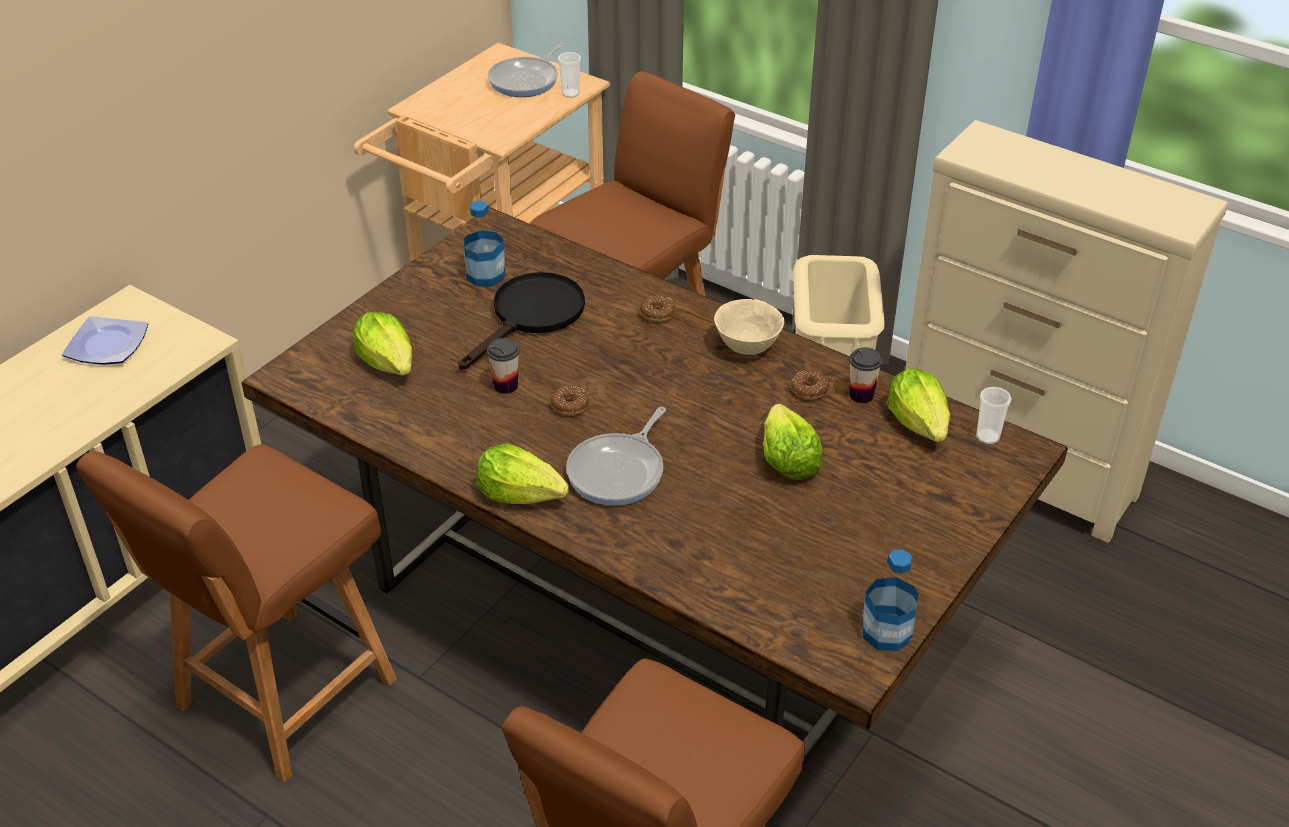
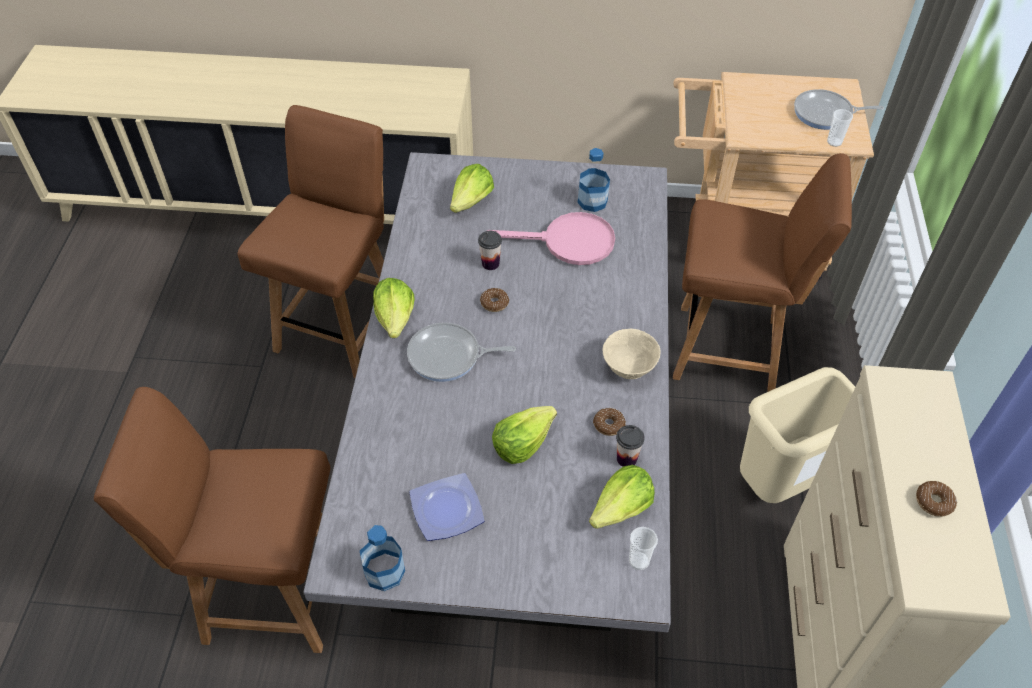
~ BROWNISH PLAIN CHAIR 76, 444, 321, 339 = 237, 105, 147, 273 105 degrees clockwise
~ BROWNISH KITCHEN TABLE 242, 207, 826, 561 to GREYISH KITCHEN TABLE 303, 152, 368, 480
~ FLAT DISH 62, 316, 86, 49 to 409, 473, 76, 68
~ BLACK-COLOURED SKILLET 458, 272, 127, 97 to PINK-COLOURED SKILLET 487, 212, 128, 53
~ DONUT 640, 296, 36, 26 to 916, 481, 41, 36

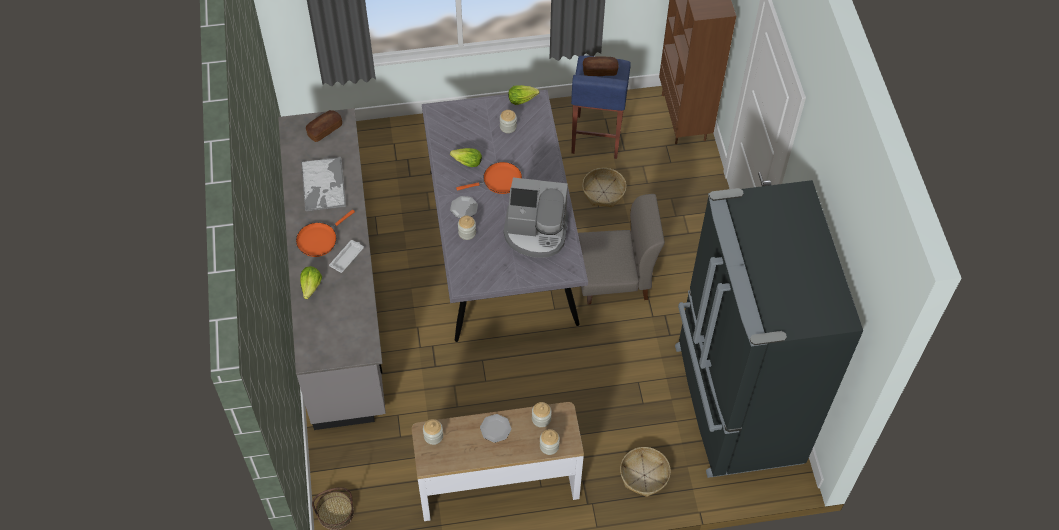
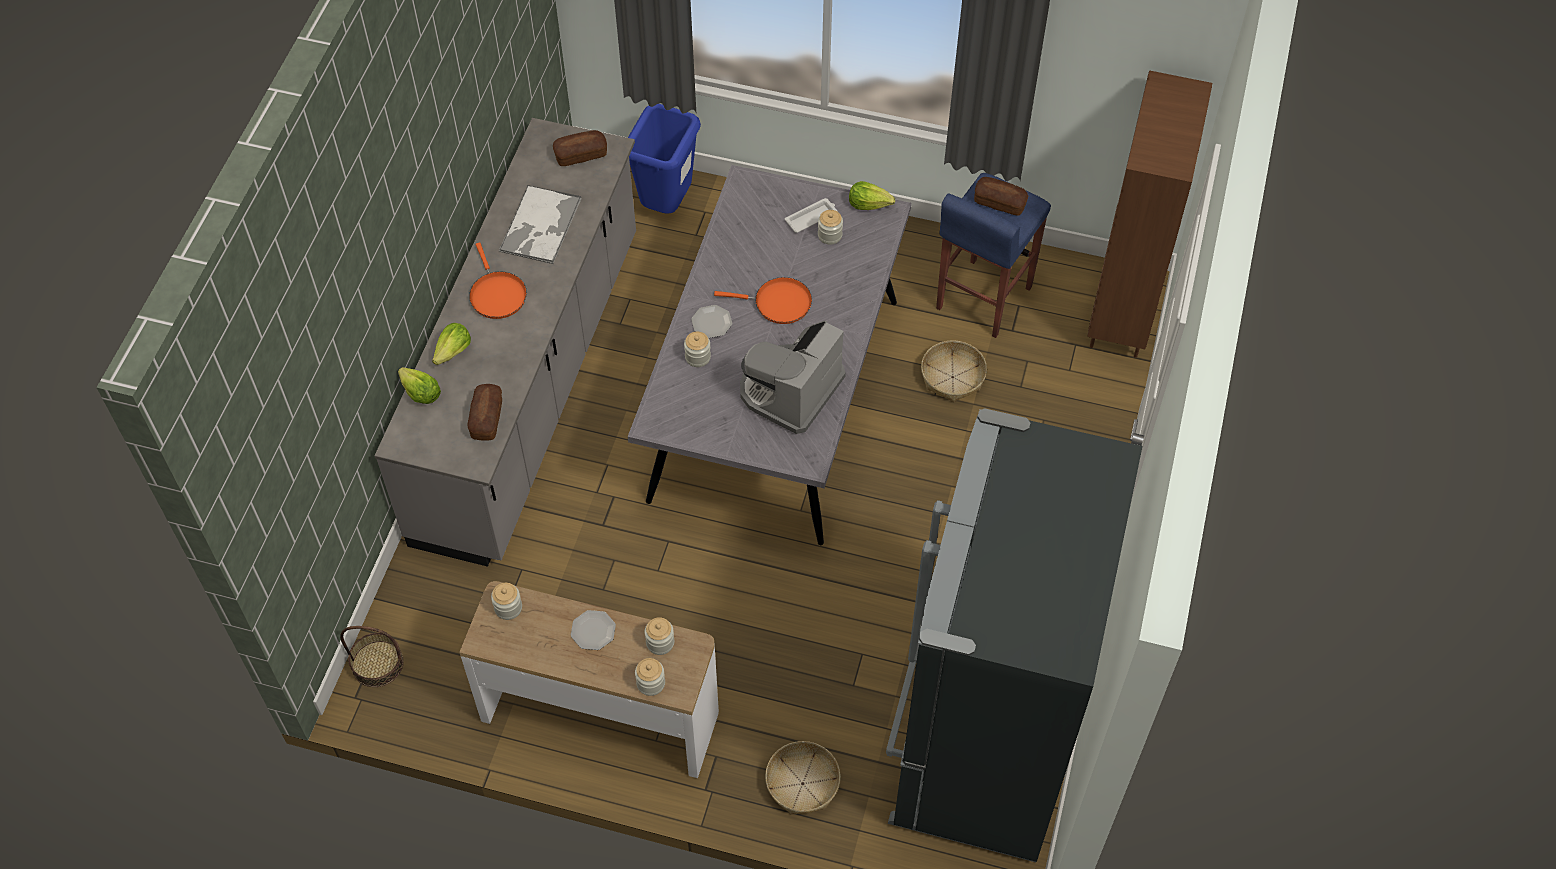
~ LETTUCE 450, 148, 32, 19 to 398, 367, 43, 37
+ BREAD 468, 384, 34, 57
~ ORANGEY SKILLET 296, 210, 59, 47 = 469, 242, 58, 77 90 degrees counterclockwise
+ BLUE RUBBISH BIN 628, 104, 73, 110
~ COFFEE BREWER 504, 178, 65, 80 = 740, 320, 106, 114 90 degrees clockwise
~ WHITE-COLOURED SERVING TRAY 329, 240, 35, 33 to 785, 198, 53, 35
- GREYISH PLAIN CHAIR 578, 194, 87, 111

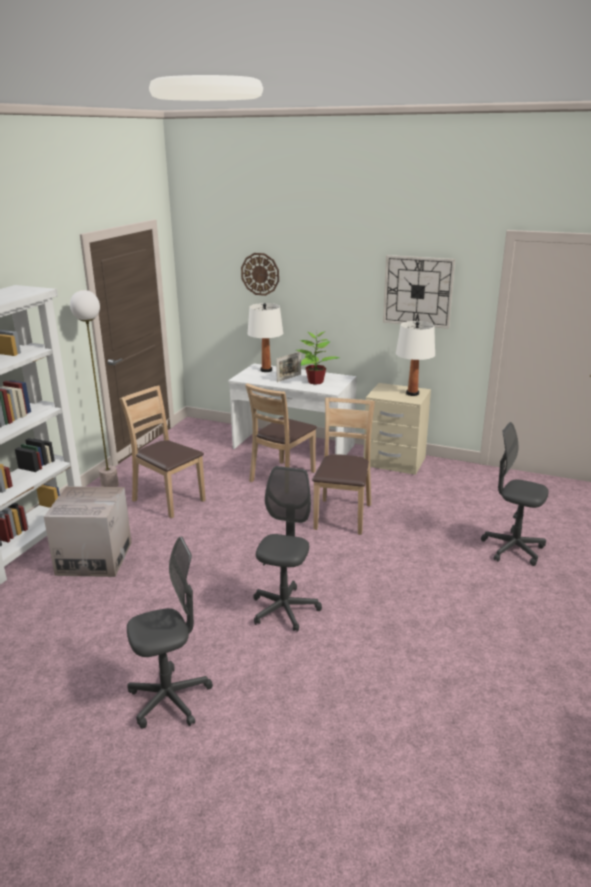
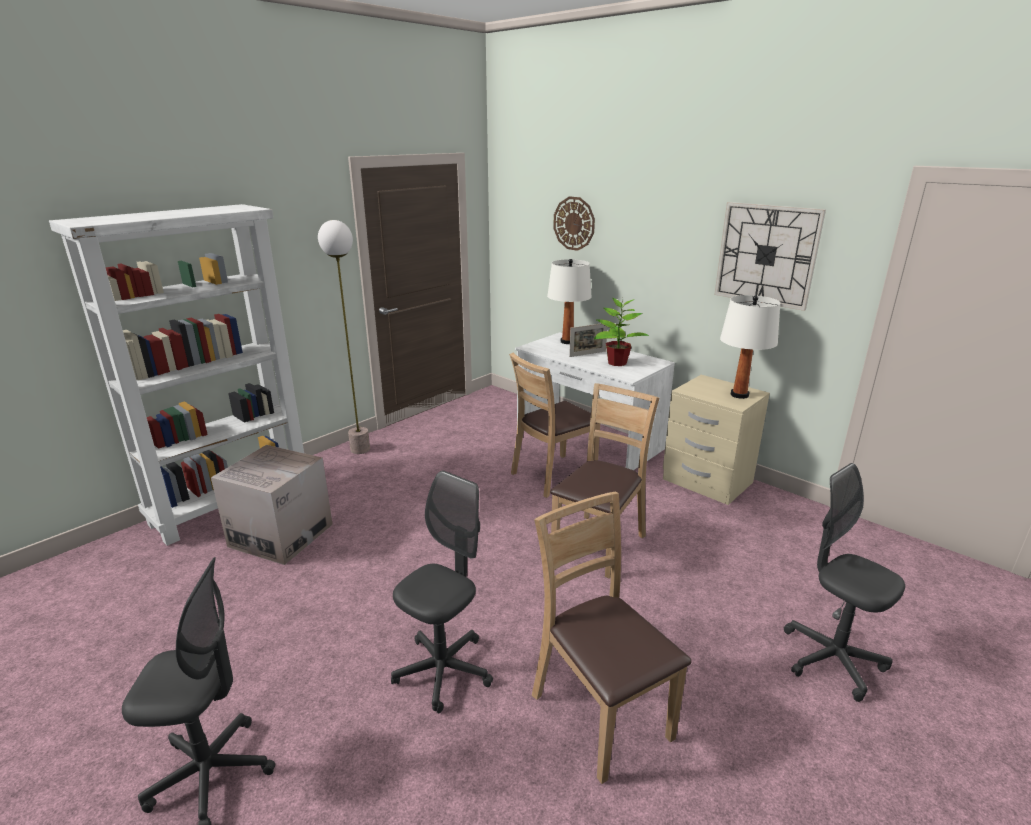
~ BROWNISH PLAIN CHAIR 120, 386, 86, 133 to 532, 492, 160, 292

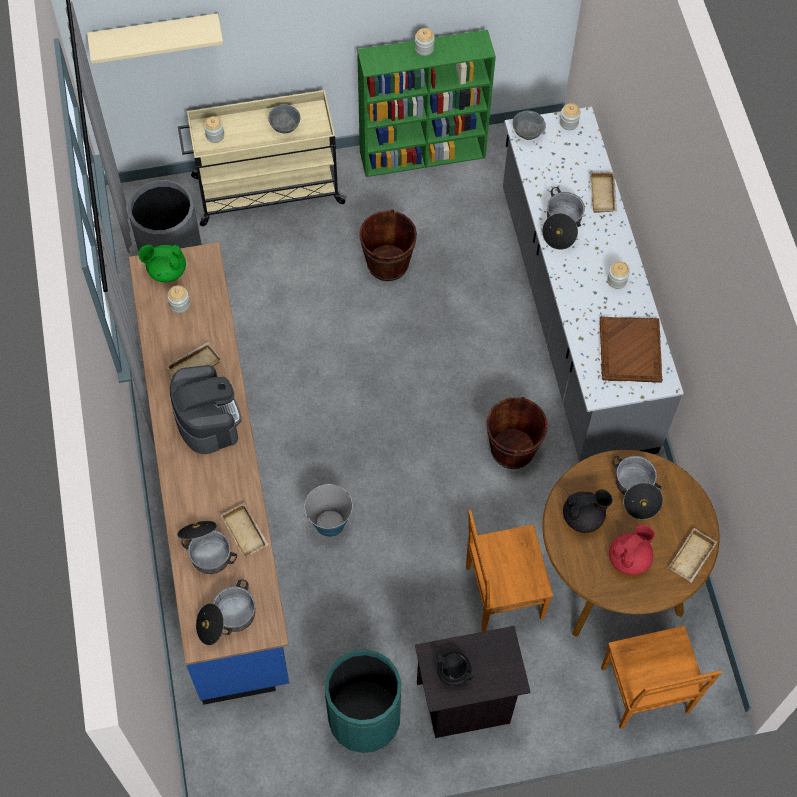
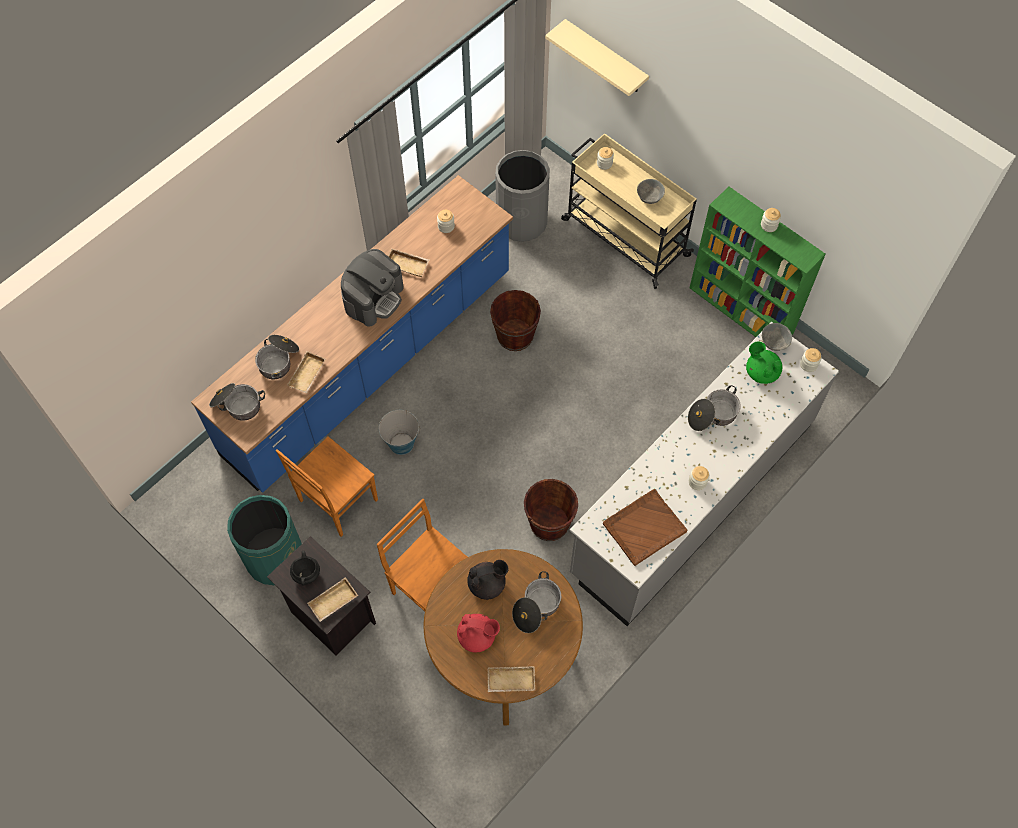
~ BROWNISH PLAIN CHAIR 601, 626, 121, 103 to 276, 436, 102, 101
~ SAND-COLOURED SERVING TRAY 590, 172, 27, 41 to 307, 577, 51, 45
~ BLACK-COLOURED TEA POT 563, 489, 49, 44 = 467, 560, 42, 40 60 degrees counterclockwise
~ BROWNISH WATER BUCKET 359, 209, 58, 72 to 490, 290, 51, 61
~ GREEN TEA POT 138, 245, 48, 37 to 746, 341, 36, 43

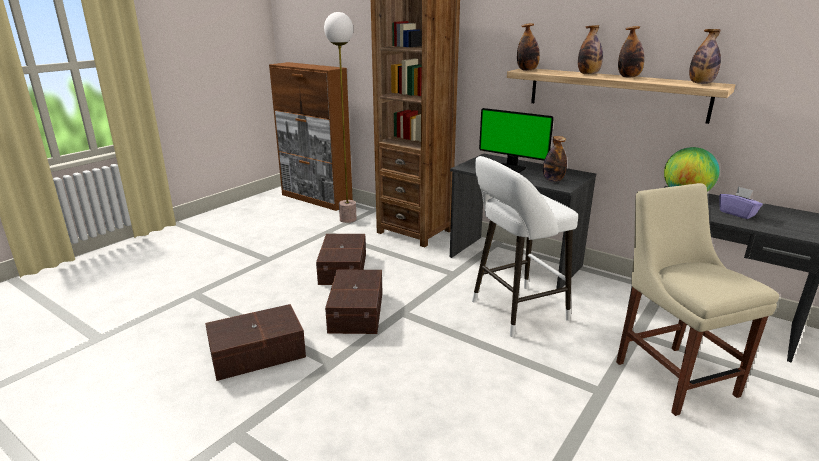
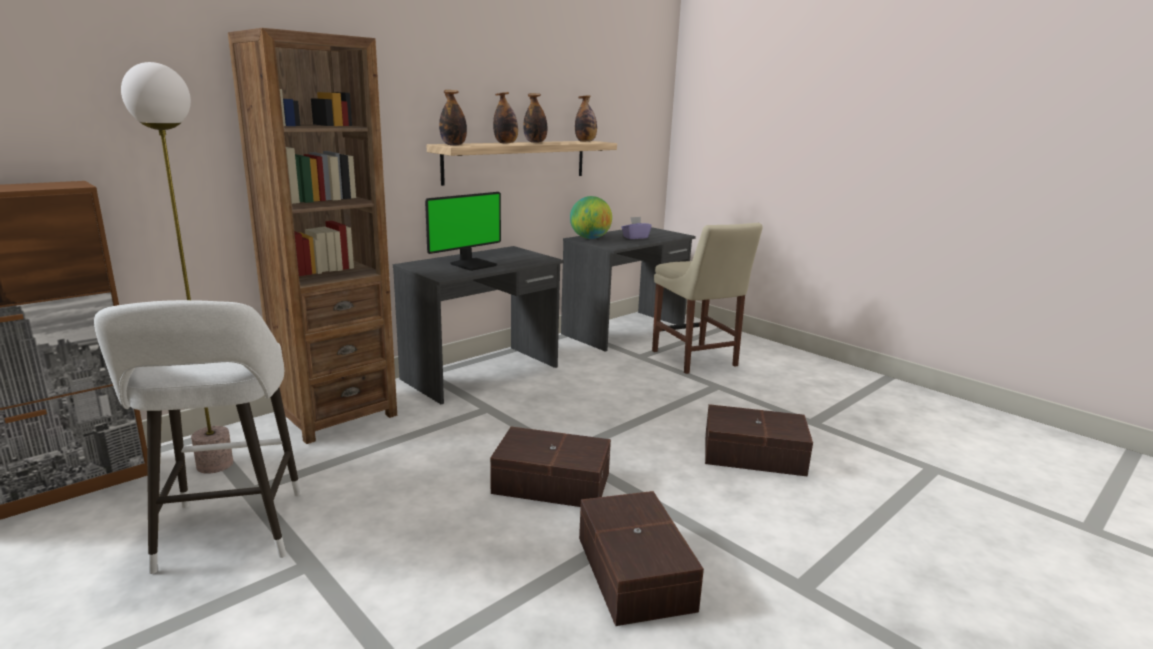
~ WHITE-COLOURED STOOL SEAT 472, 156, 106, 181 to 94, 300, 207, 274
~ SAND-COLOURED PLAIN CHAIR 616, 183, 163, 233 = 652, 223, 111, 151 105 degrees counterclockwise
~ BROWNISH STORAGE BOX 316, 234, 50, 51 to 705, 404, 108, 73
- BEVERAGE BOTTLE 543, 136, 24, 46

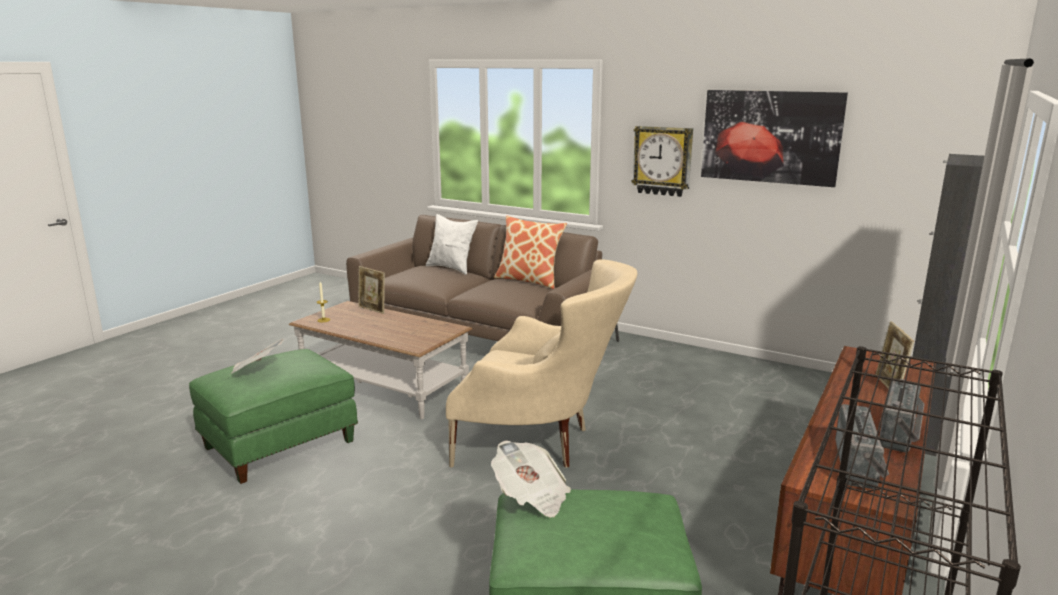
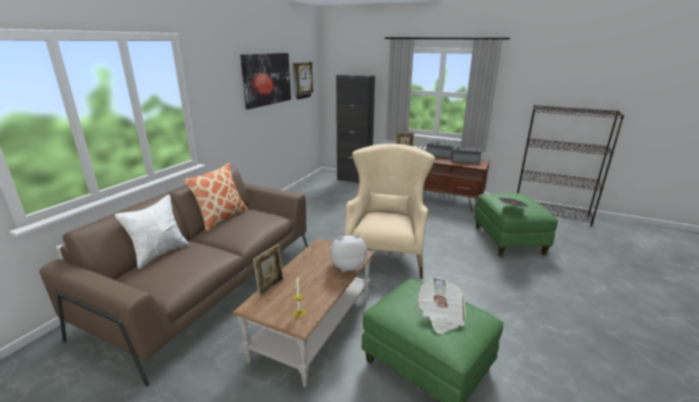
~ HANGING CLOCK 631, 126, 62, 71 to 293, 62, 21, 38
+ SOFT TOY 330, 235, 37, 37

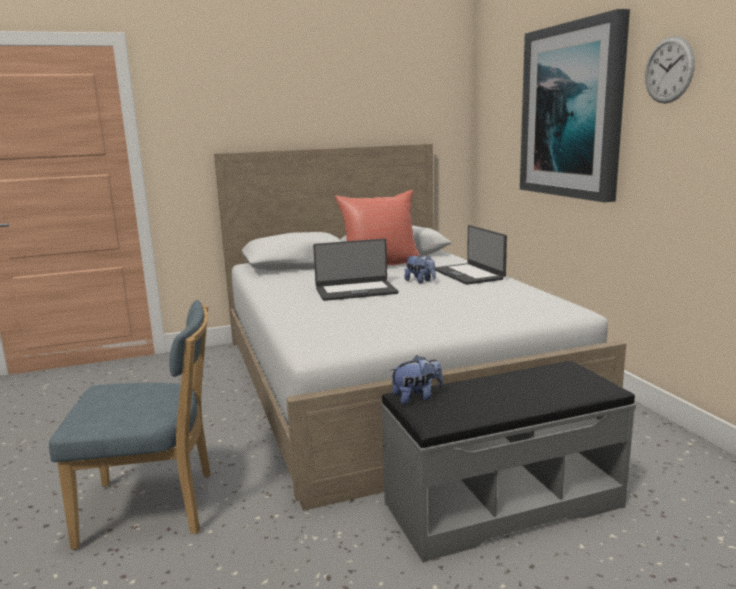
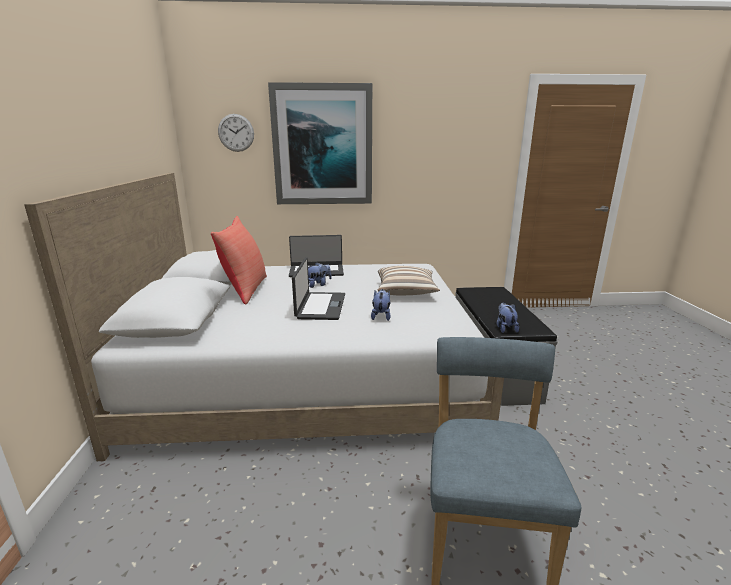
~ HANGING CLOCK 645, 36, 50, 68 to 218, 114, 36, 38
+ SOFT TOY 371, 289, 20, 32
+ CUSHION 378, 266, 62, 29

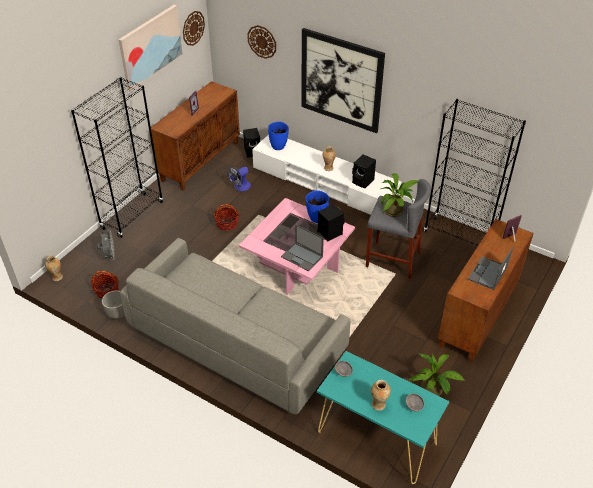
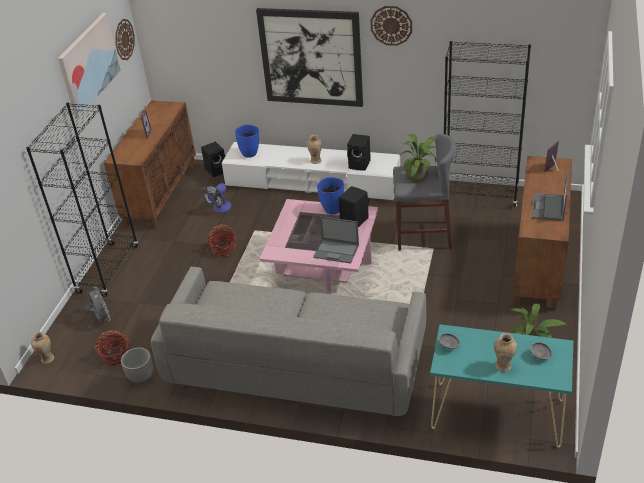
~ HANGING CLOCK 247, 25, 29, 34 to 370, 6, 42, 40

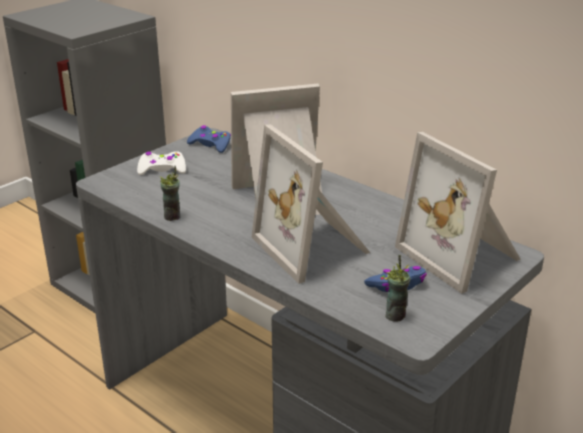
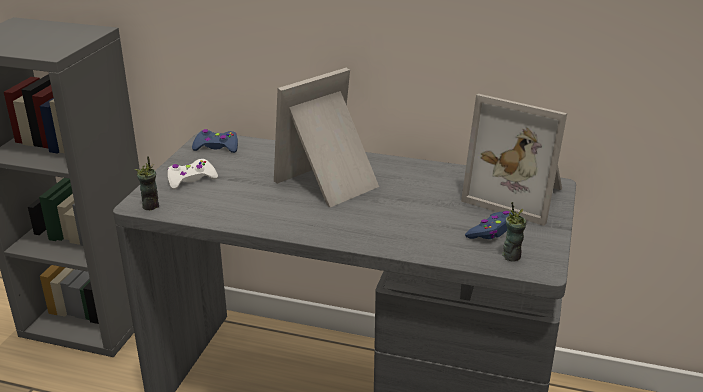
~ DRINKING CUP 160, 166, 20, 55 to 135, 156, 24, 54
- PHOTO FRAME 251, 124, 119, 160

